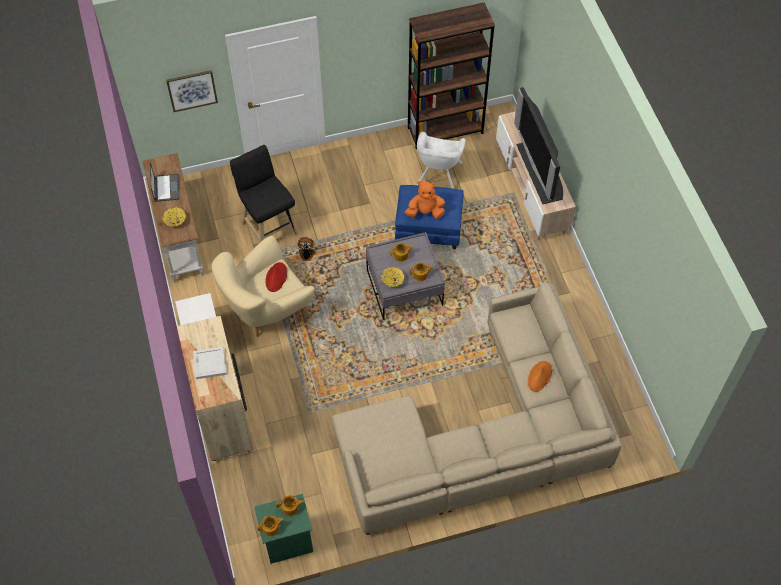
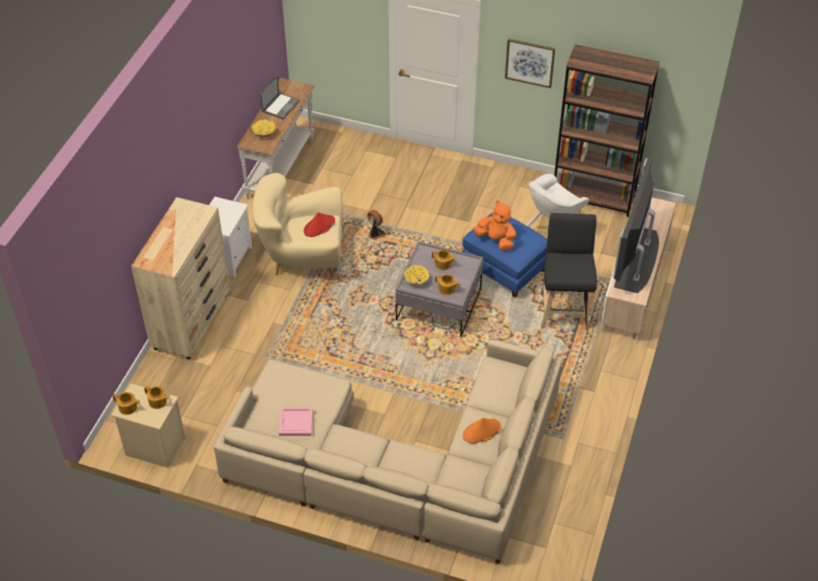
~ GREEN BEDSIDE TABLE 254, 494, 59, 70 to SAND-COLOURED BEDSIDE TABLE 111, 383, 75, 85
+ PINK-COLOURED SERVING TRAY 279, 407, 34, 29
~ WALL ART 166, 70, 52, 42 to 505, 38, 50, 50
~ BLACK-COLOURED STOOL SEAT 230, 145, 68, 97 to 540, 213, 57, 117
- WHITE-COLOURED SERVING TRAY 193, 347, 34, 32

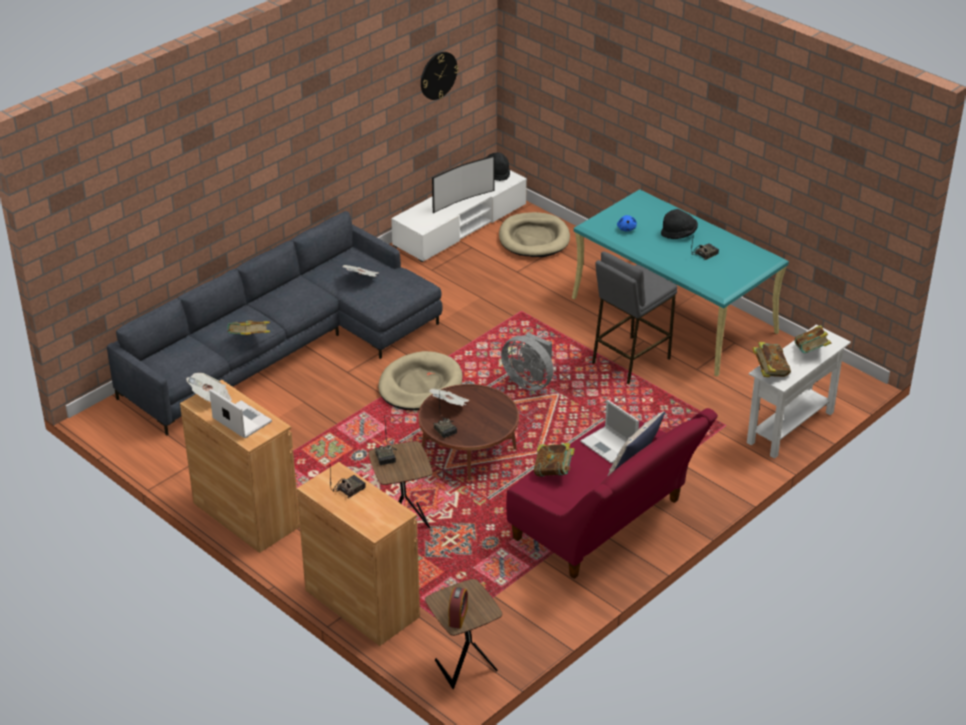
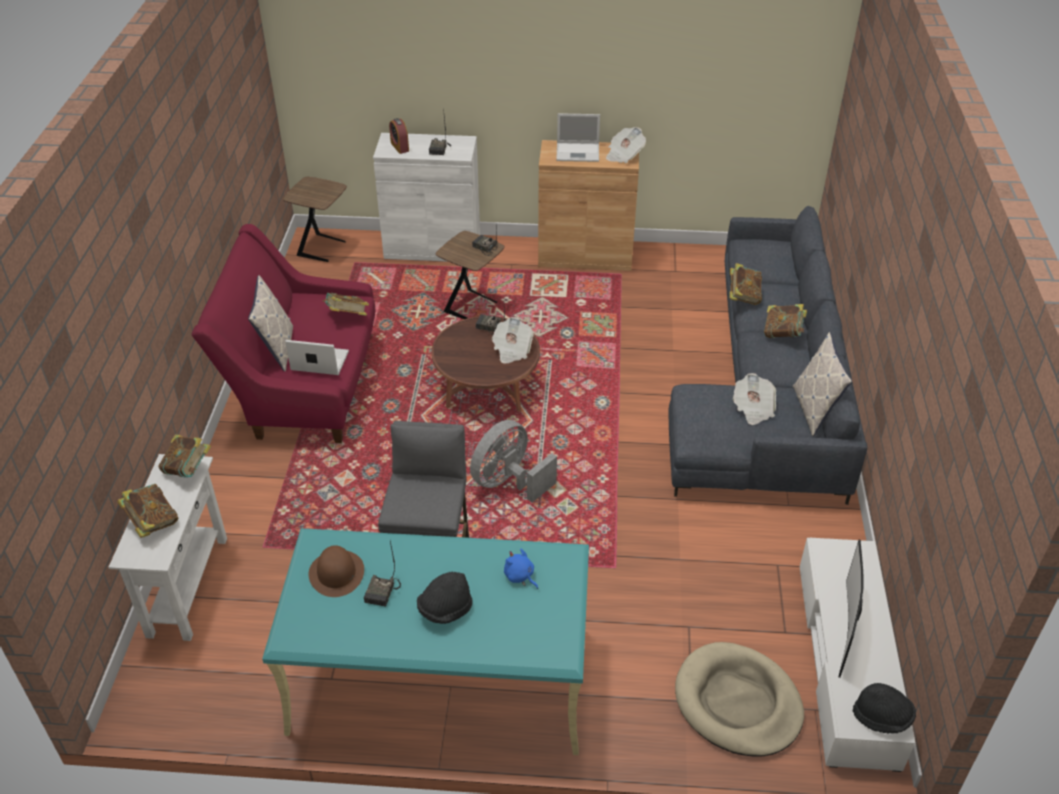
+ BROWNISH HAT 308, 545, 56, 52
~ BROWNISH STORAGE CABINET 297, 462, 123, 184 to WHITE-COLOURED STORAGE CABINET 373, 133, 107, 129
~ ALARM CLOCK 449, 587, 19, 42 to 389, 118, 20, 36
~ GREYISH FAN 501, 332, 53, 59 = 470, 420, 87, 83 45 degrees counterclockwise
+ VOLUME 764, 304, 43, 34
+ CUSHION 793, 332, 59, 104
- SAND-COLOURED PET BED 378, 351, 85, 60
- HANGING CLOCK 421, 52, 37, 48

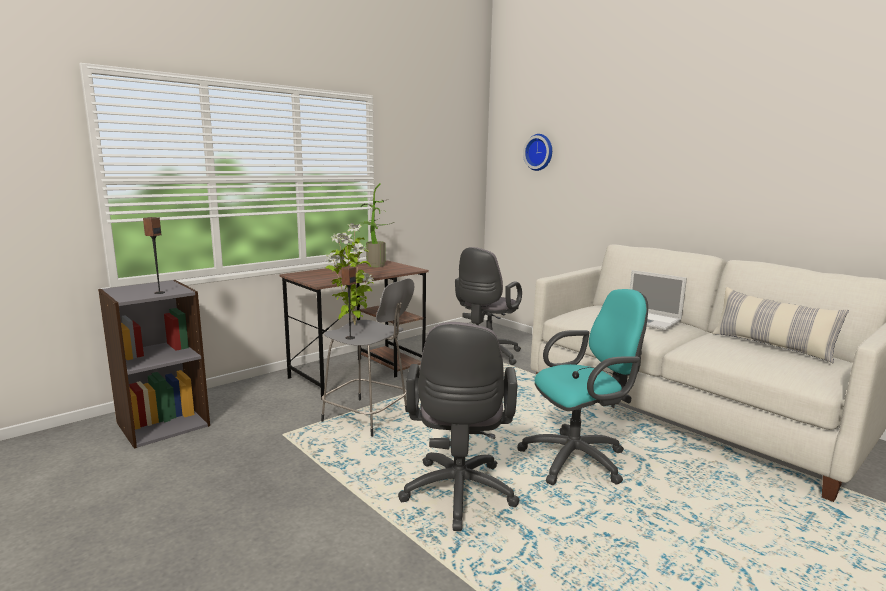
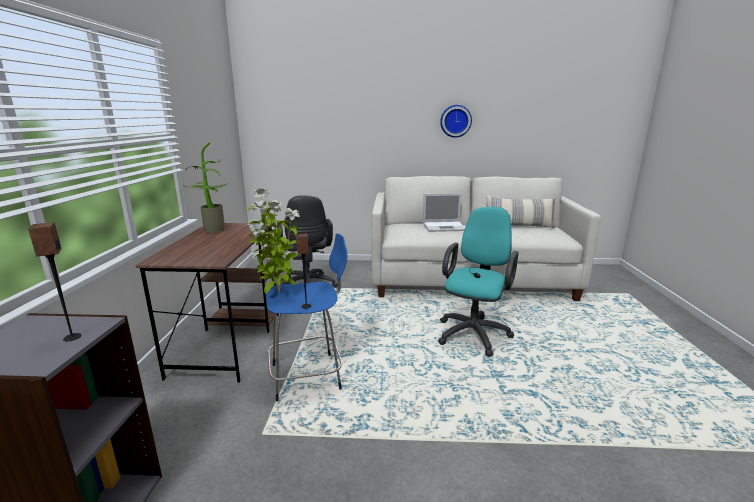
~ GREYISH STOOL SEAT 321, 278, 94, 159 to BLUE STOOL SEAT 266, 233, 81, 168
~ HANGING CLOCK 523, 134, 29, 37 to 440, 105, 32, 32
- GREYISH COMPUTER CHAIR 398, 322, 121, 209

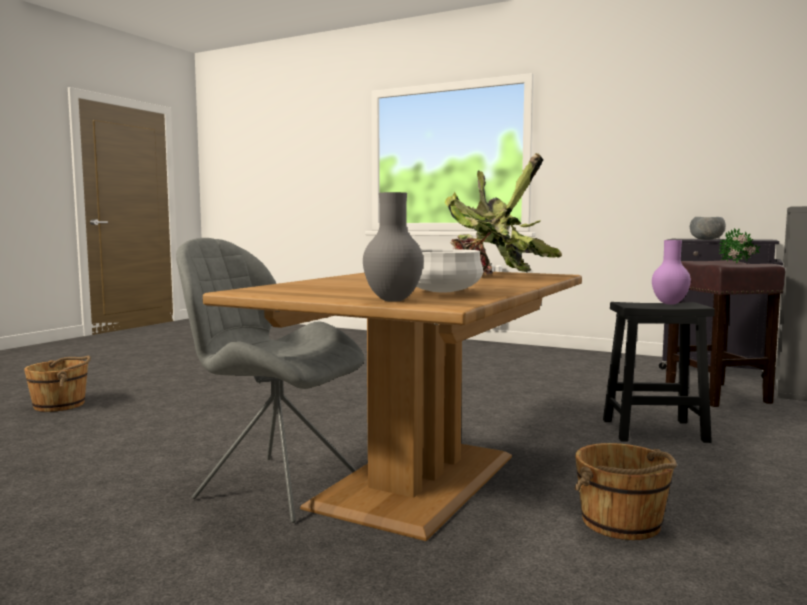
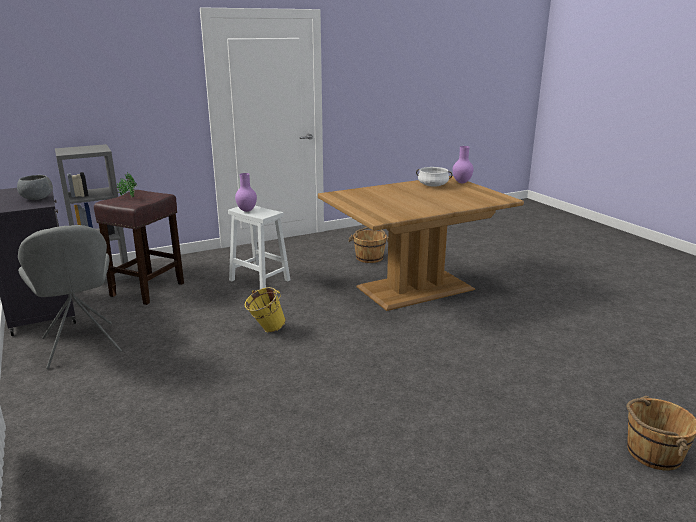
~ GREYISH PLAIN CHAIR 176, 238, 189, 285 to 18, 225, 104, 144
~ BLACK-COLOURED STOOL SEAT 603, 302, 112, 141 to WHITE-COLOURED STOOL SEAT 228, 206, 63, 83
+ YELLOWISH WATER BUCKET 245, 287, 41, 46
~ GREYISH FLOWER VASE 363, 192, 60, 110 to PURPLISH FLOWER VASE 453, 146, 20, 37
- PLANT IN A POT 445, 153, 117, 122

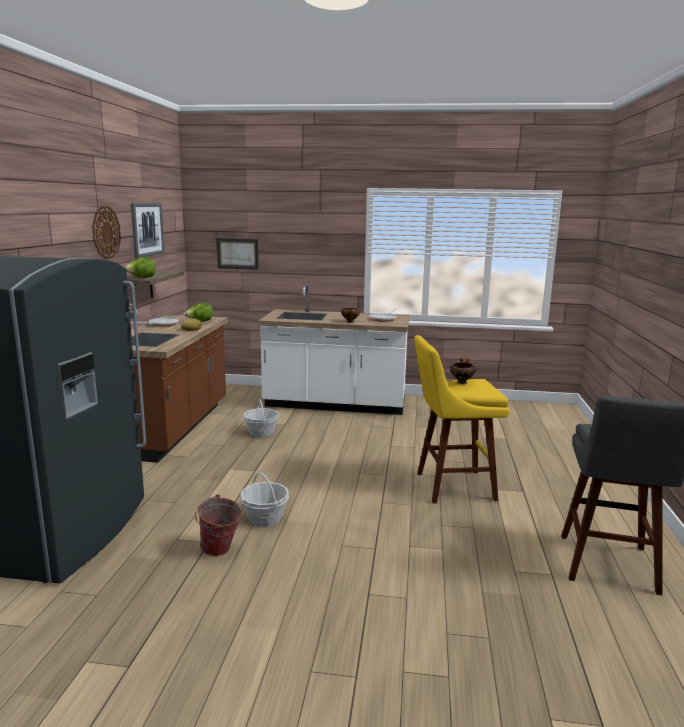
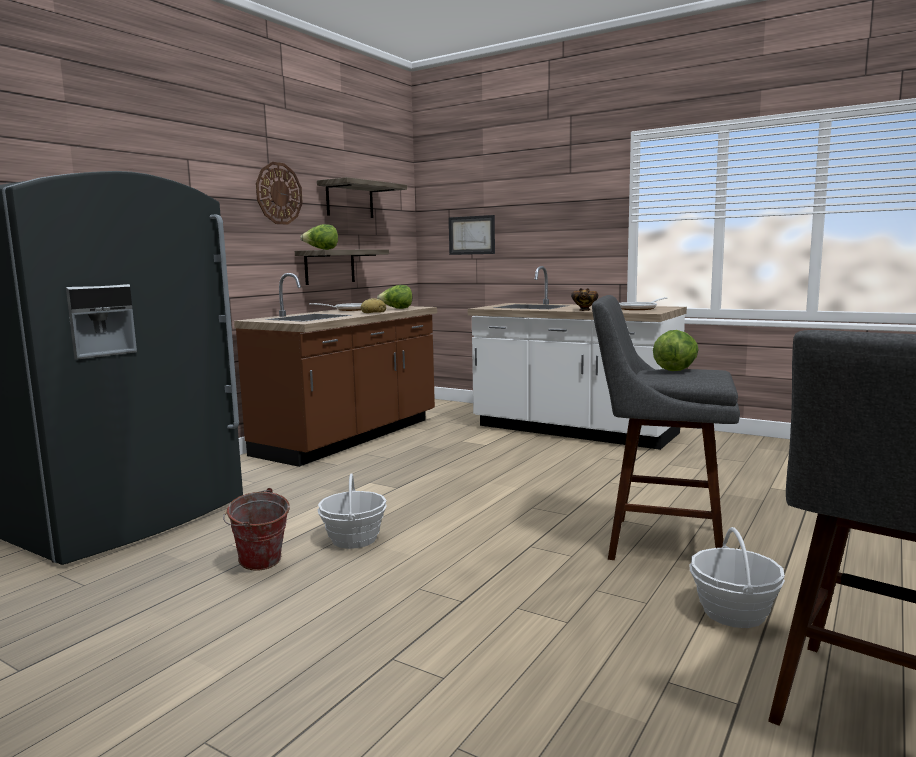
~ WALL ART 131, 203, 34, 55 to BRACKET SHELF 317, 177, 90, 41
~ YELLOWISH STOOL SEAT 414, 335, 96, 169 to GREYISH STOOL SEAT 592, 295, 148, 265
~ DEEP DISH 450, 358, 26, 26 to LETTUCE 653, 330, 46, 41
~ STORAGE BASKET 243, 399, 36, 39 to 690, 527, 95, 101

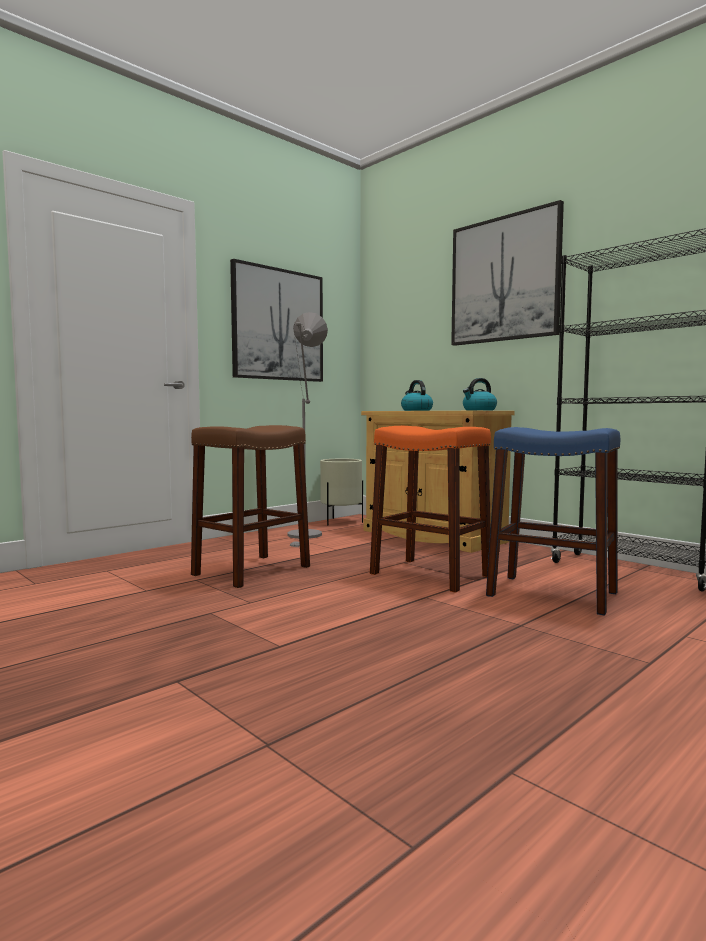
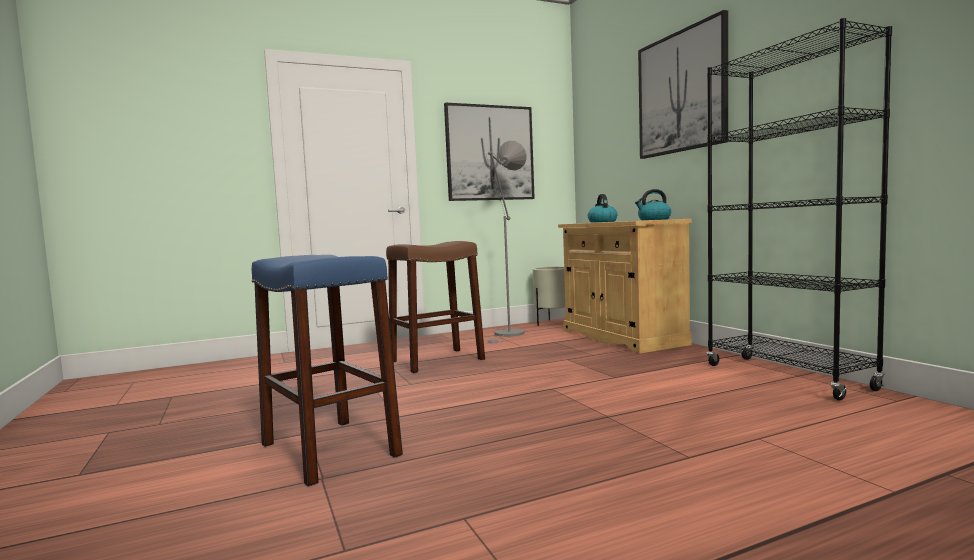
~ BLUE STOOL SEAT 486, 427, 134, 188 to 252, 255, 151, 232
- ORANGEY STOOL SEAT 370, 426, 121, 167

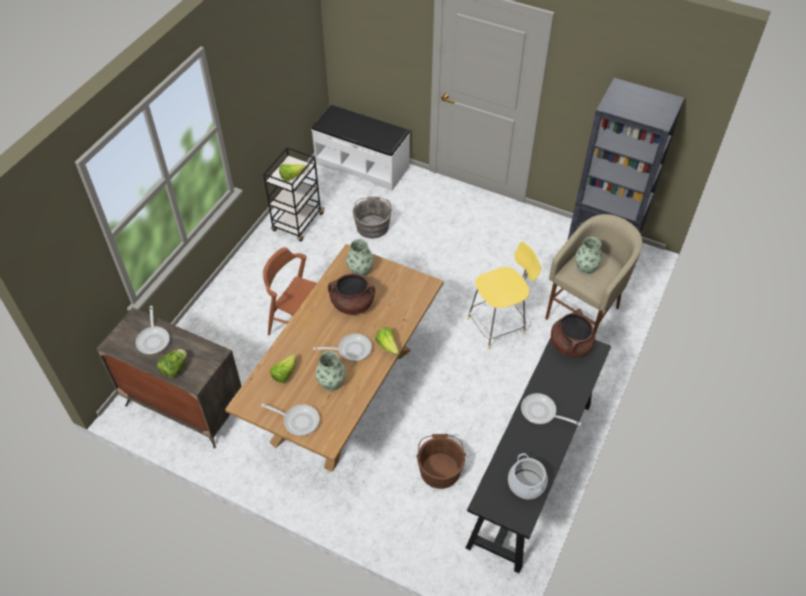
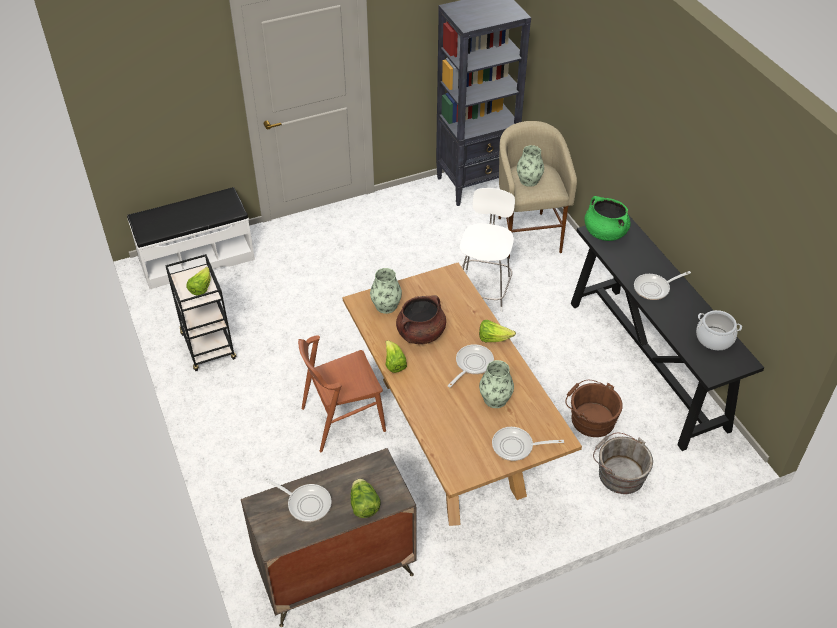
~ LETTUCE 270, 354, 26, 29 to 385, 340, 22, 33
~ YELLOWISH STOOL SEAT 468, 242, 73, 107 to WHITE-COLOURED STOOL SEAT 460, 188, 55, 124
~ SKILLET 261, 403, 59, 33 = 492, 427, 72, 34 150 degrees counterclockwise
~ BROWNISH SAUCEPOT 551, 309, 44, 49 to GREEN SAUCEPOT 584, 196, 47, 45
~ GREYISH WATER BUCKET 353, 197, 39, 41 to 593, 433, 60, 61

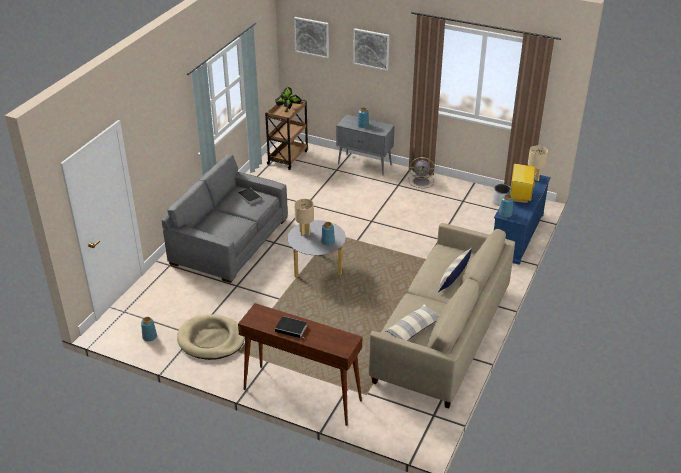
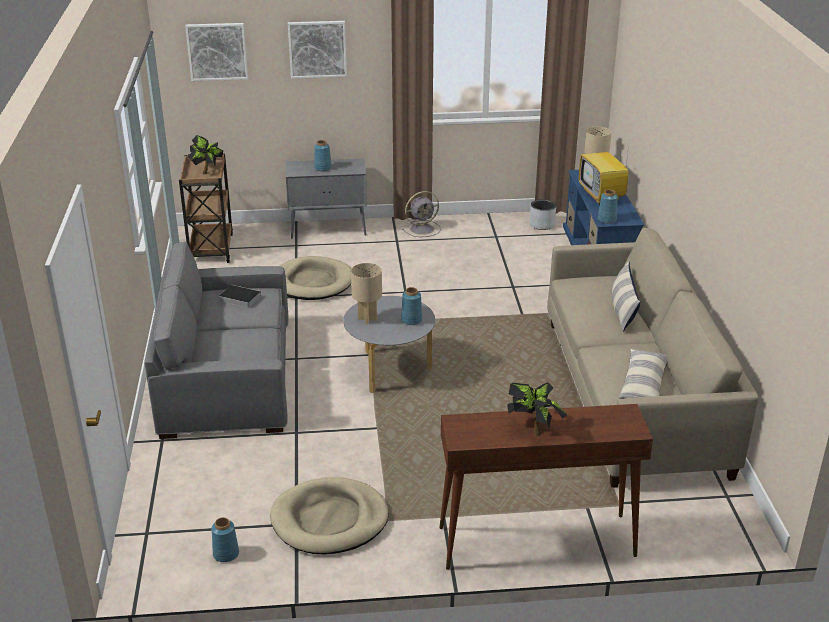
+ SAND-COLOURED PET BED 279, 256, 73, 44
~ VOLUME 275, 316, 32, 23 to PLANT IN A POT 507, 382, 60, 54

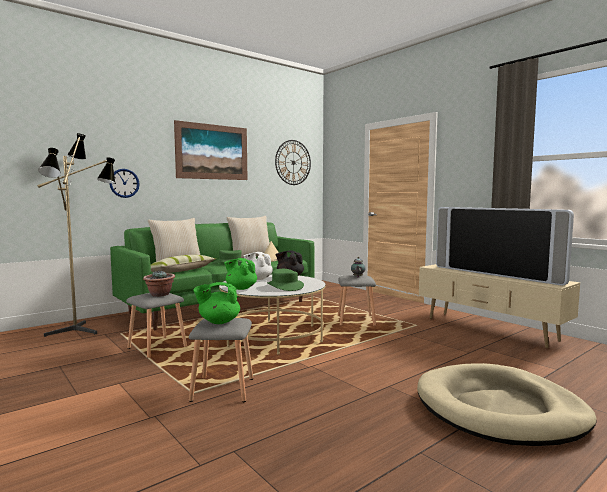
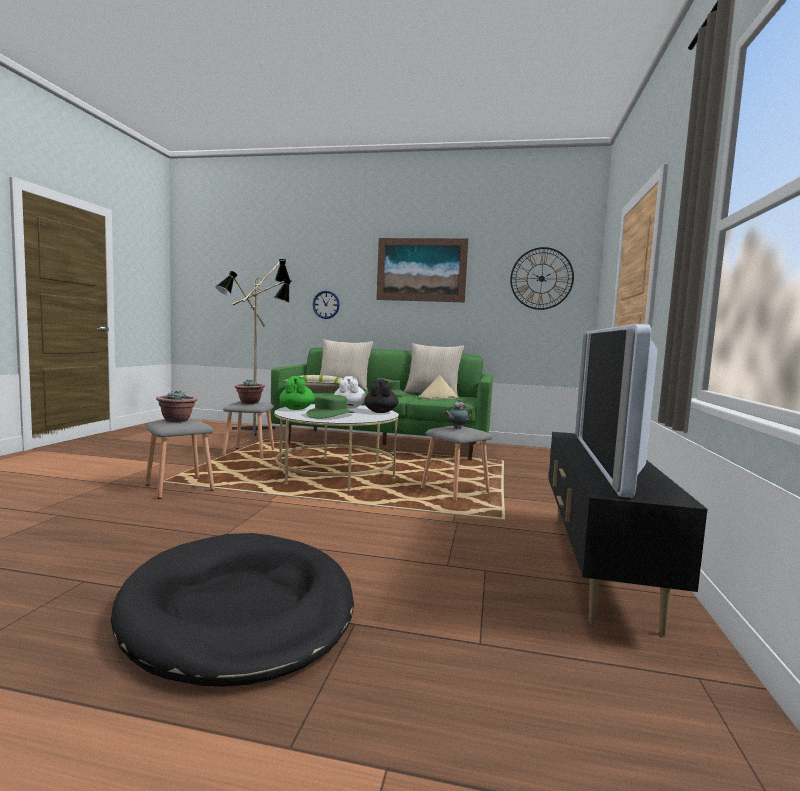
~ SAND-COLOURED PET BED 417, 363, 180, 83 to BLACK-COLOURED PET BED 111, 533, 243, 154
~ GREEN TEA POT 193, 282, 47, 42 to PLANT IN A POT 156, 390, 41, 32
~ SAND-COLOURED MEDIA CONSOLE 419, 264, 161, 84 to BLACK-COLOURED MEDIA CONSOLE 548, 432, 159, 203

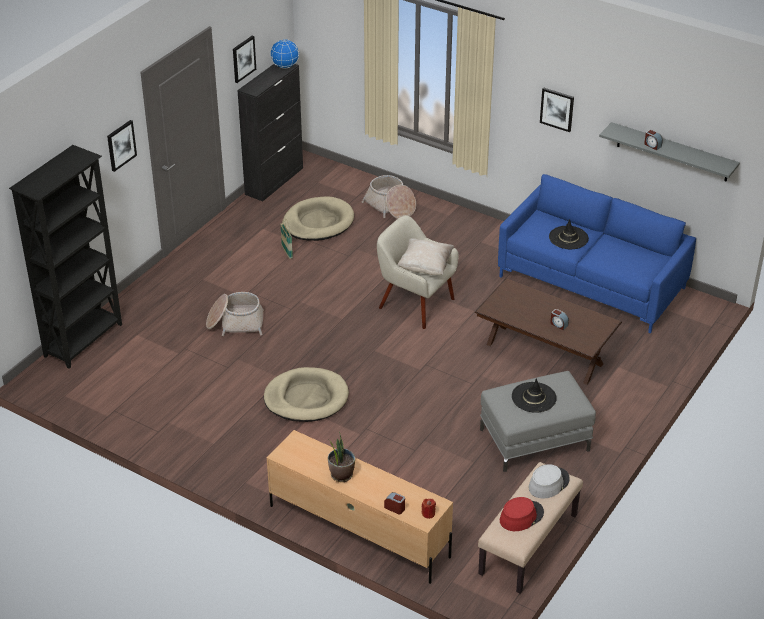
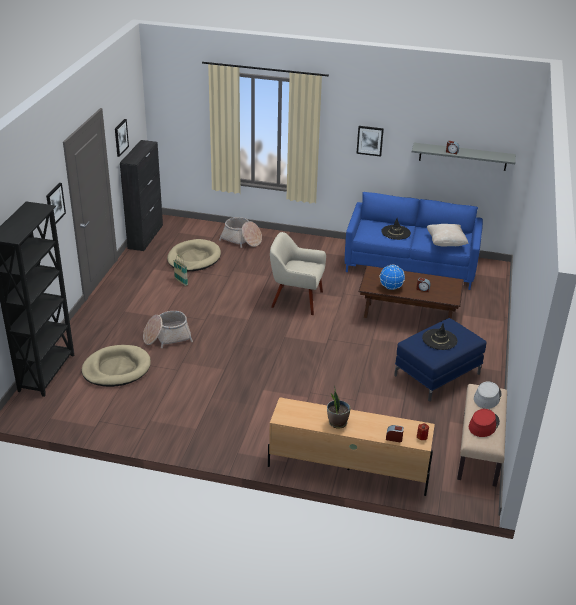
~ SAND-COLOURED PET BED 264, 367, 85, 55 to 82, 345, 69, 42
~ DESK GLOBE 270, 39, 29, 29 to 380, 265, 25, 25
~ GREYISH OTTOMAN 480, 371, 116, 101 to BLUE OTTOMAN 394, 318, 92, 83
~ SAND-COLOURED CUSHION 397, 238, 58, 37 to 427, 224, 41, 23

